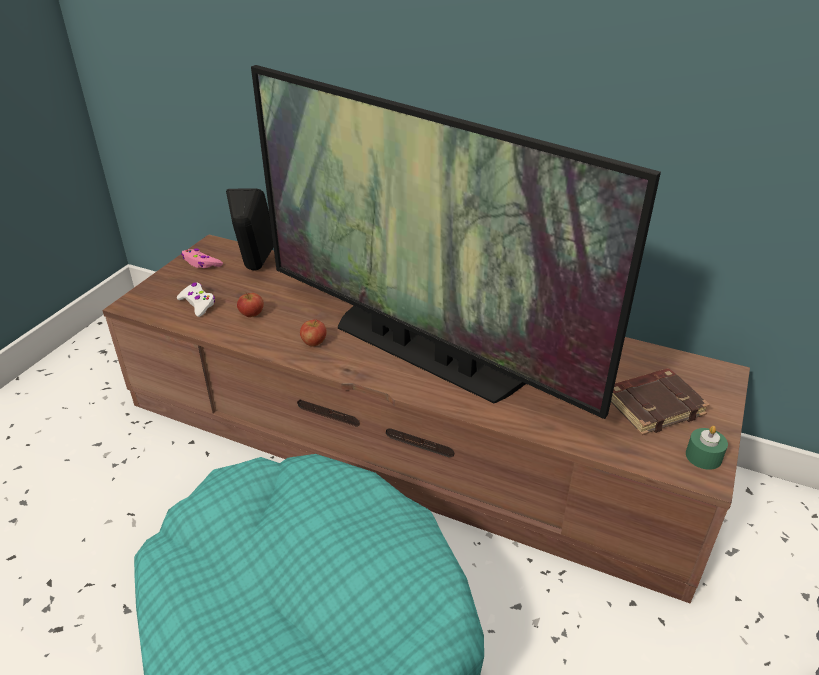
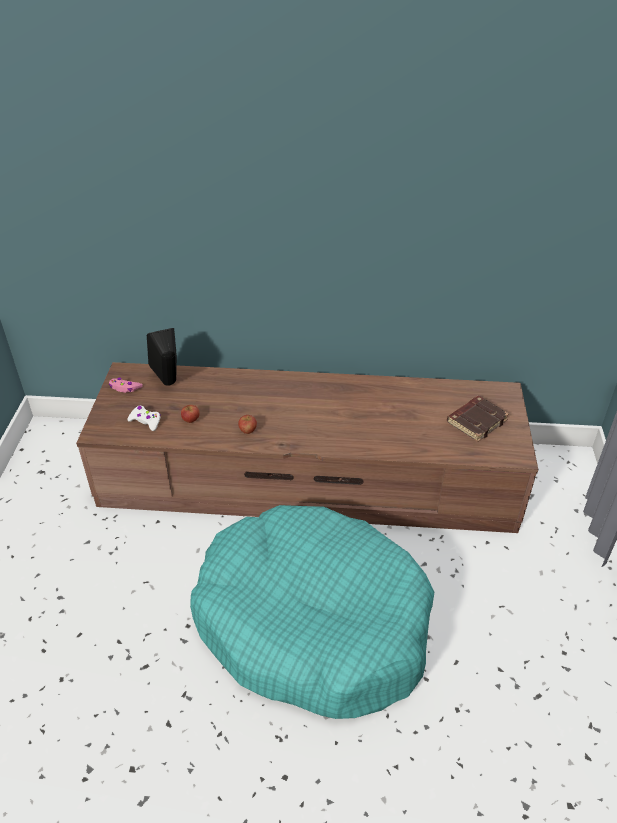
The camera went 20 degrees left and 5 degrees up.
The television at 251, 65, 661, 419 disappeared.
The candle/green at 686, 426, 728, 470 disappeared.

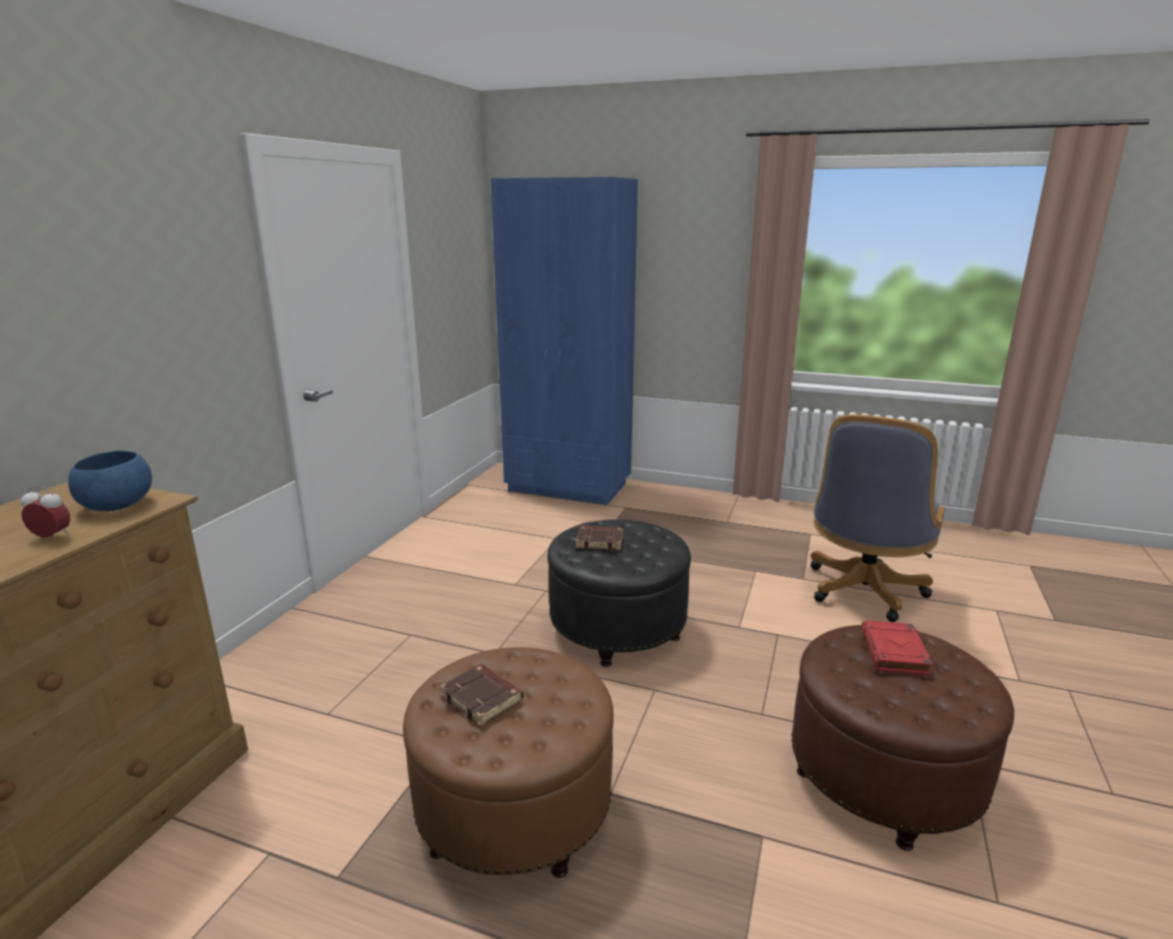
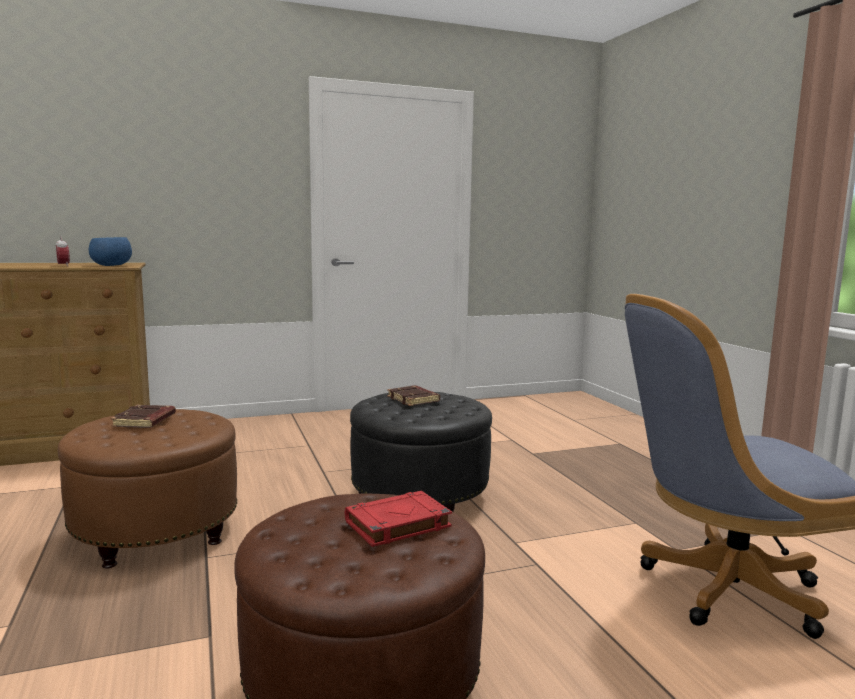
The camera went 50 degrees right and 10 degrees down.
The wardrobe/blue at 491, 177, 638, 506 disappeared.

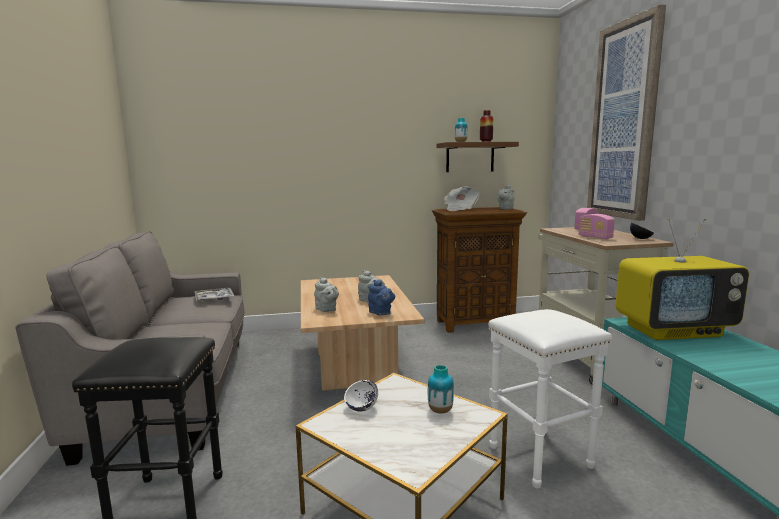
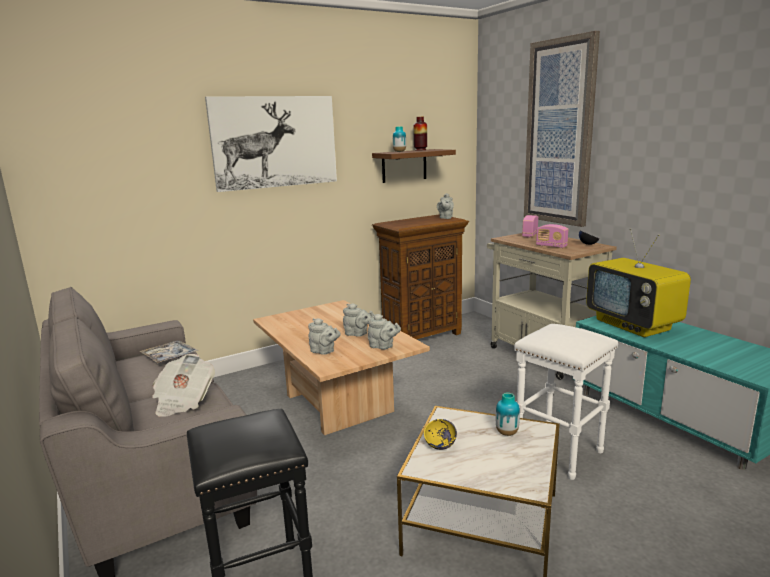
The camera went 20 degrees left and 5 degrees up.
The bowl/white at 344, 380, 378, 412 became the bowl/yellow at 424, 419, 457, 450.
The teapot/blue at 368, 280, 395, 316 became the teapot/grey at 368, 314, 401, 350.
The newspaper moved from 444, 186, 481, 211 to 152, 354, 215, 417.
The television at 615, 218, 749, 340 turned 90 degrees clockwise.
The picture at 205, 96, 337, 192 appeared.

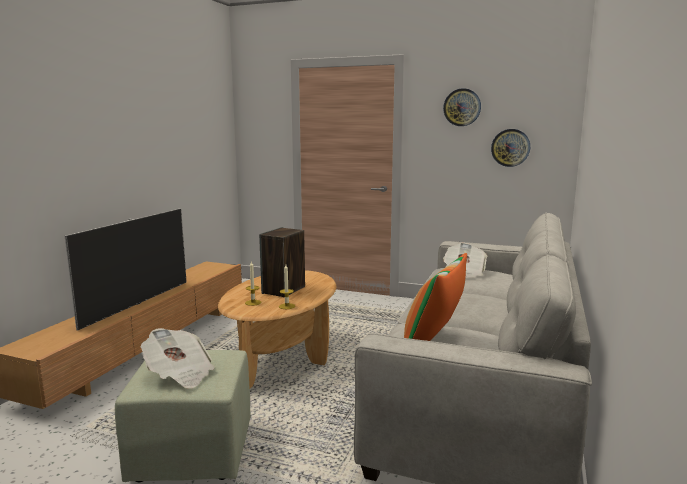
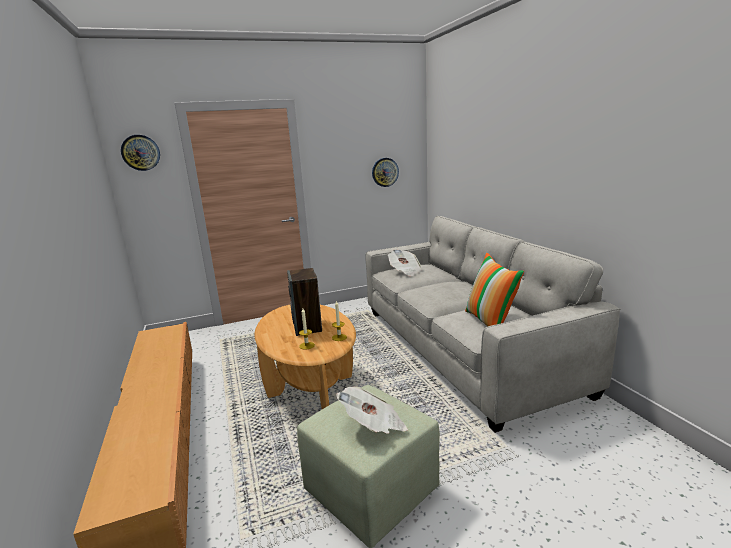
The camera went 40 degrees left and 5 degrees up.
The television at 65, 209, 187, 331 disappeared.
The wall clock moved from 443, 88, 481, 126 to 121, 135, 160, 171.

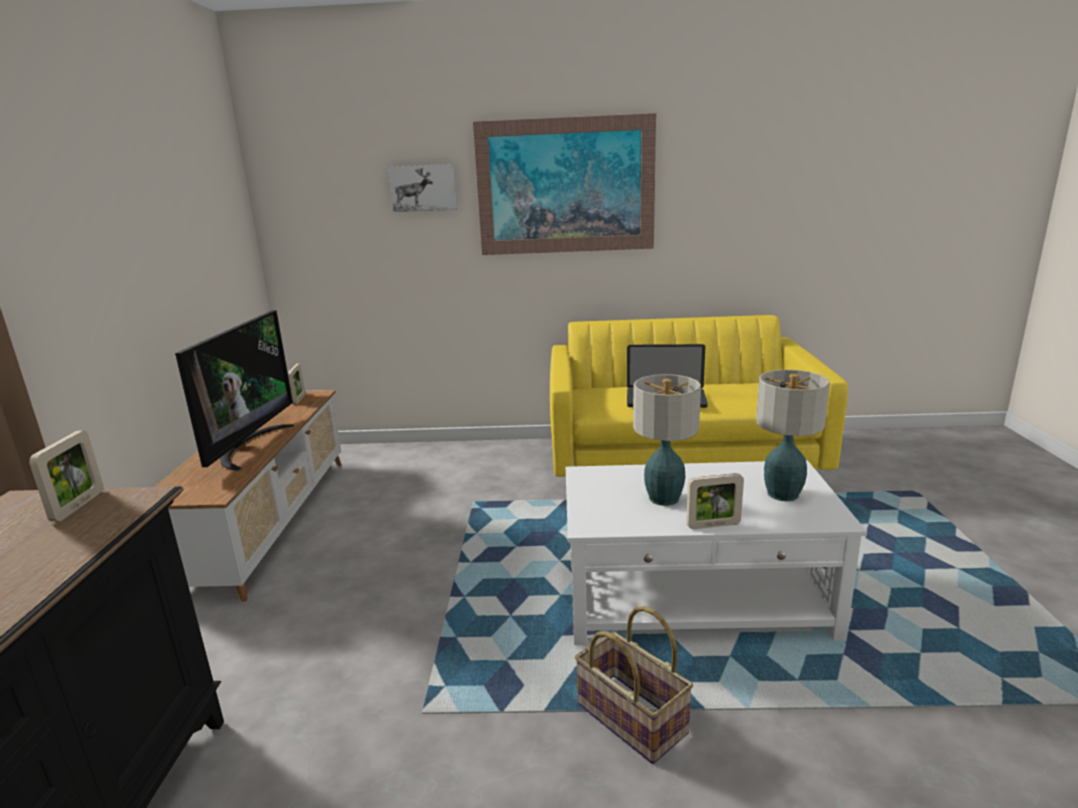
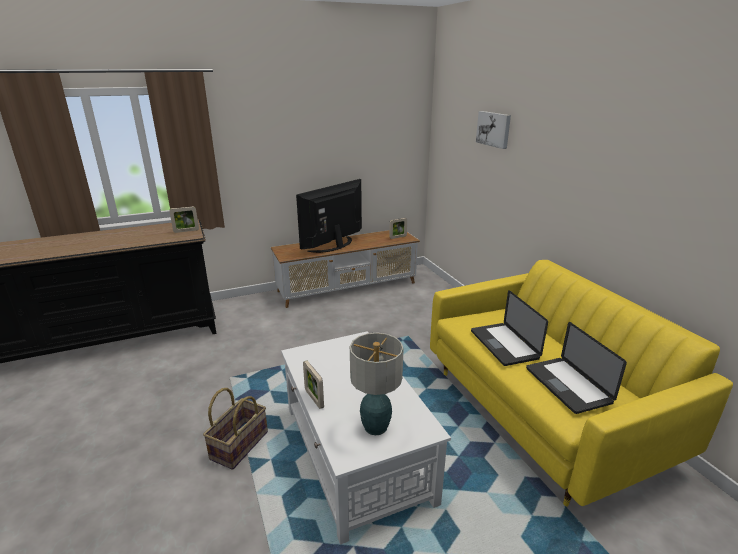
The camera went 65 degrees right and 5 degrees up.
The television at 175, 310, 294, 471 turned 150 degrees clockwise.
The picture at 473, 113, 656, 255 disappeared.
The table lamp at 633, 374, 701, 506 disappeared.
The laptop at 526, 322, 627, 414 appeared.

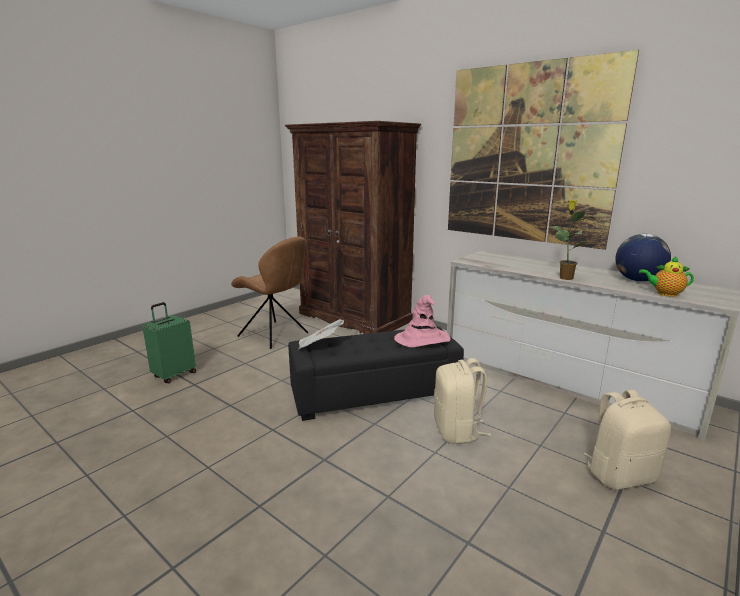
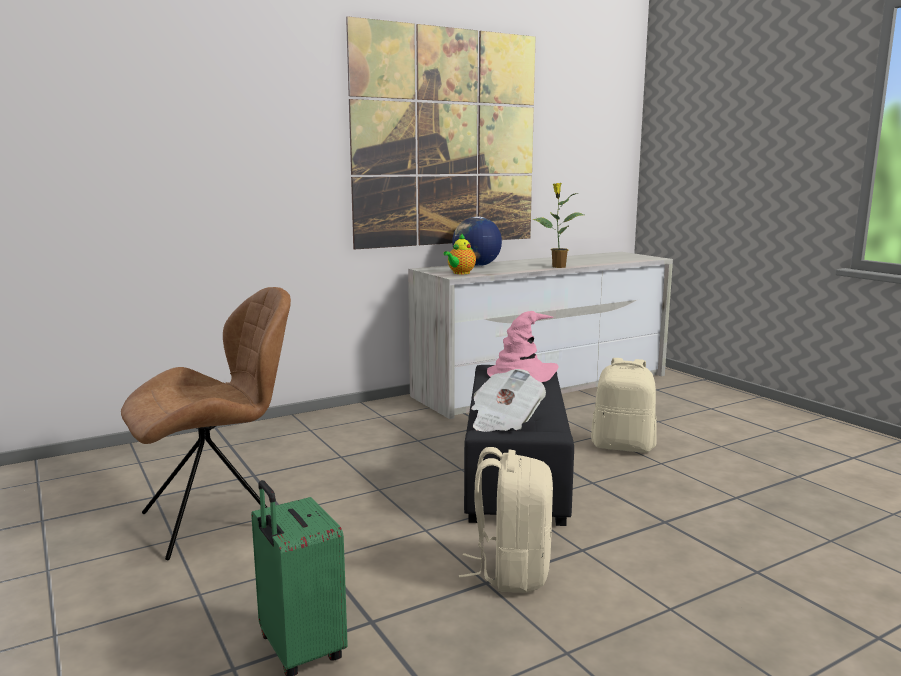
The camera went 70 degrees left and 5 degrees down.
The wardrobe/brown at 285, 121, 421, 334 disappeared.
The backpack/beige moved from 584, 389, 671, 490 to 459, 447, 553, 593.
The globe moved from 615, 234, 671, 282 to 452, 217, 502, 267.
The teapot moved from 639, 255, 694, 297 to 443, 233, 476, 274.

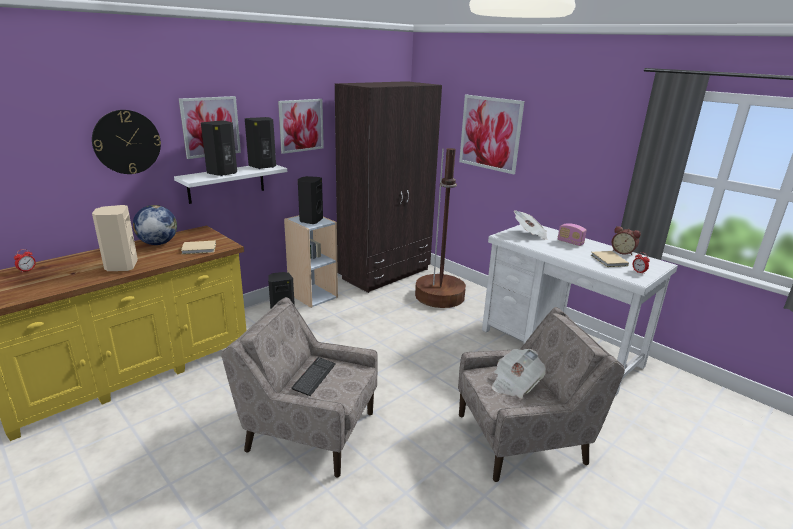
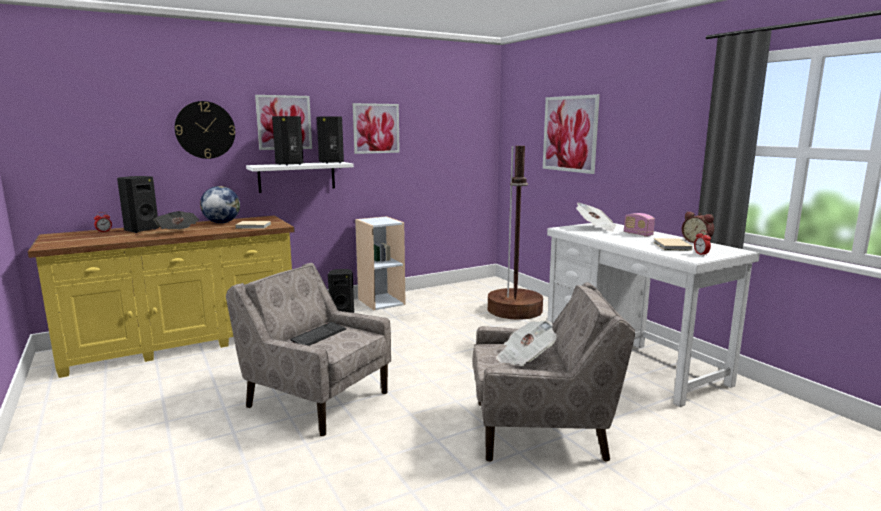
The camera went 15 degrees right and 10 degrees down.
The speaker/beige at 92, 205, 138, 271 was replaced by the newspaper at 153, 211, 199, 229.
The speaker/black moved from 298, 176, 323, 224 to 117, 176, 159, 233.
The wardrobe/brown at 335, 81, 442, 293 disappeared.

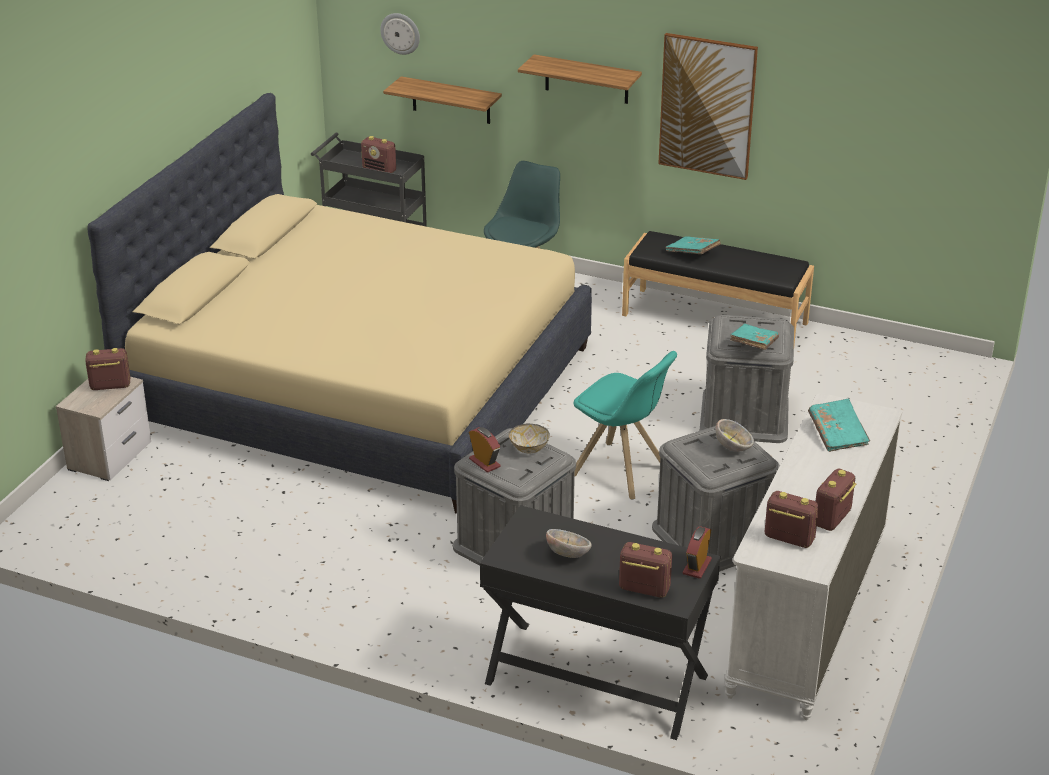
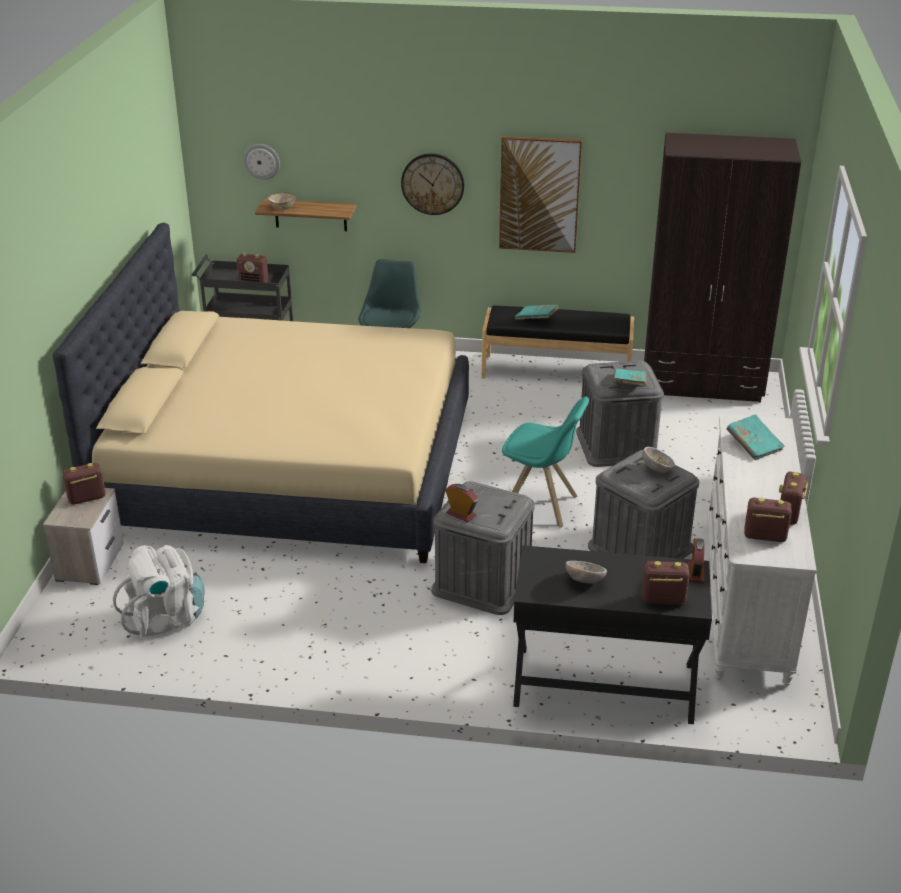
The camera went 15 degrees left and 0 degrees up.
The bowl moved from 508, 424, 550, 453 to 267, 192, 296, 210.
The shelf at 518, 54, 642, 104 was replaced by the wall clock at 401, 153, 464, 215.
The backpack/white at 113, 545, 205, 638 appeared.
The wardrobe/brown at 644, 133, 801, 403 appeared.

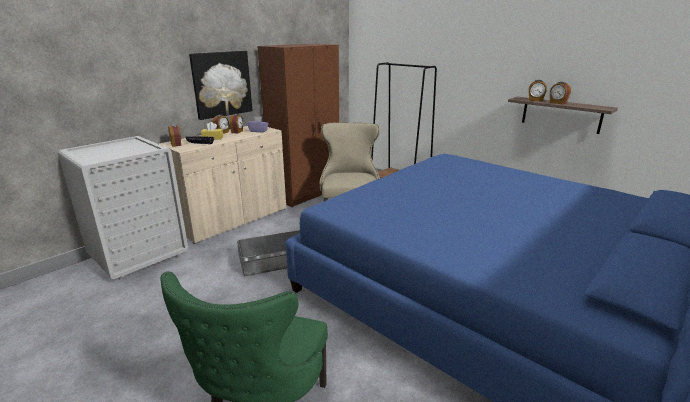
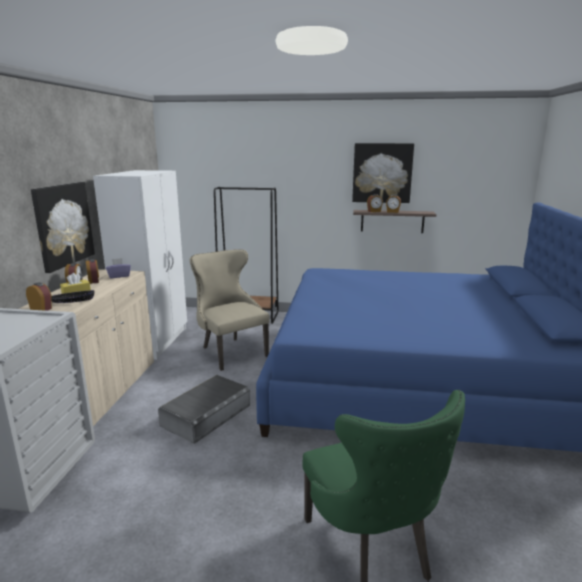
The camera went 35 degrees left and 5 degrees down.
The wardrobe/brown at 257, 44, 339, 207 became the wardrobe/white at 93, 170, 187, 360.
The picture at 352, 143, 414, 203 appeared.

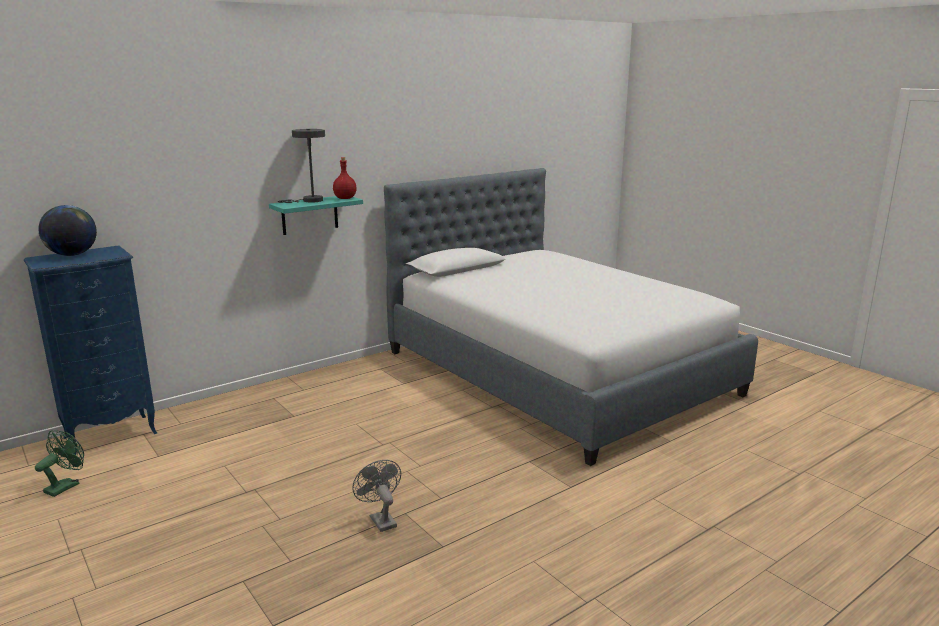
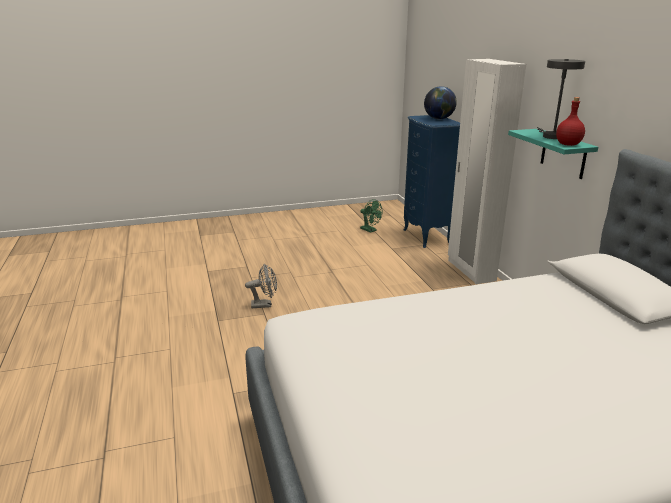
The camera went 110 degrees right and 5 degrees up.
The wardrobe/white at 448, 59, 526, 284 appeared.

